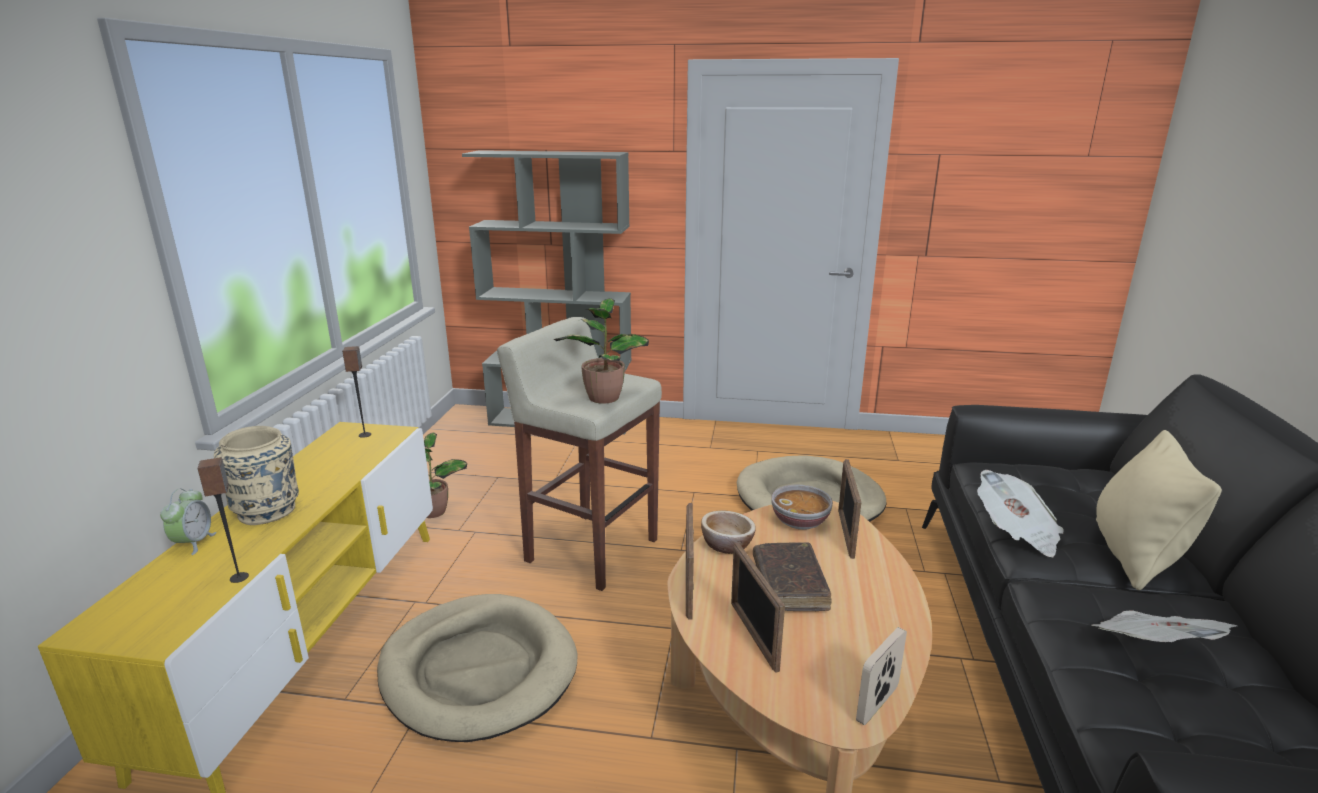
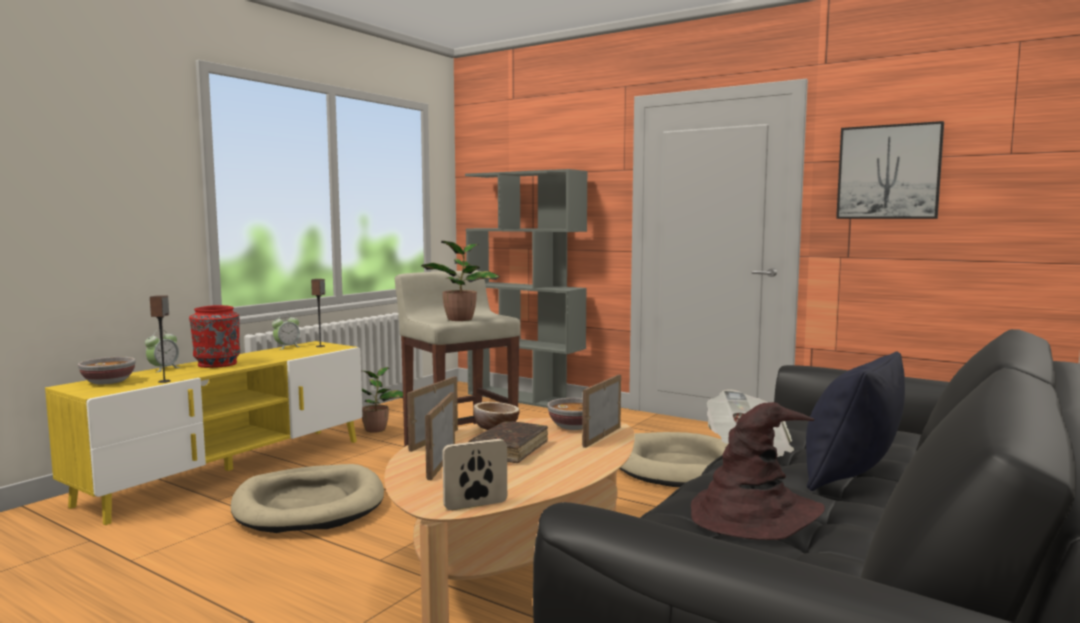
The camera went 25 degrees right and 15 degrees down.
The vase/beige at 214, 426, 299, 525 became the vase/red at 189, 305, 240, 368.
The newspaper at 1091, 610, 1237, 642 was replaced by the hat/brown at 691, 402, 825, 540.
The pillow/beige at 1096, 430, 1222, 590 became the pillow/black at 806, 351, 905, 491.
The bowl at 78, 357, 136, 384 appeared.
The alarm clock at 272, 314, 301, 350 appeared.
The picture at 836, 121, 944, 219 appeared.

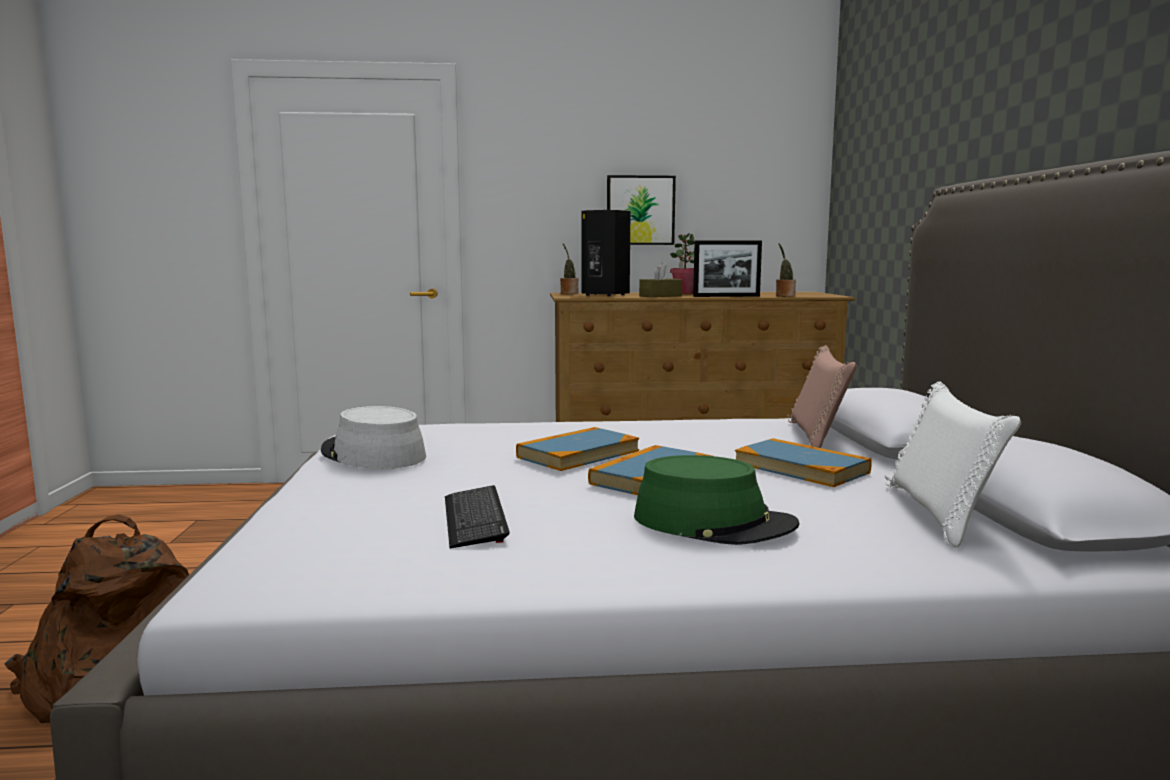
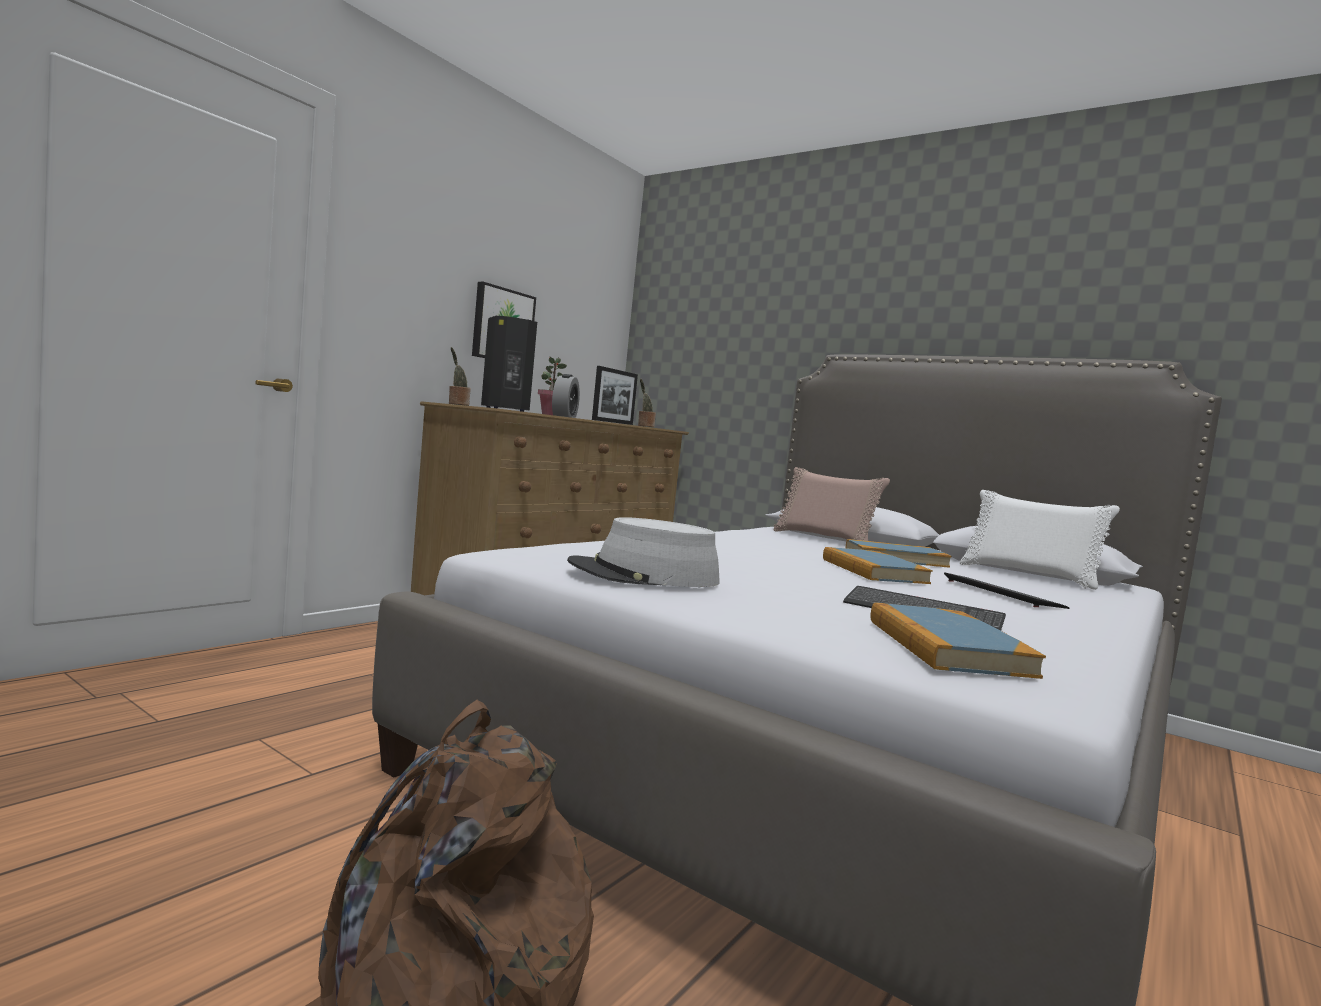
The camera went 50 degrees left and 5 degrees down.
The book moved from 516, 427, 639, 471 to 871, 602, 1046, 679.
The hat/green at 634, 455, 799, 545 was replaced by the keyboard at 944, 572, 1069, 609.
The tissue box/brown at 639, 263, 682, 297 was replaced by the alarm clock at 552, 374, 580, 418.

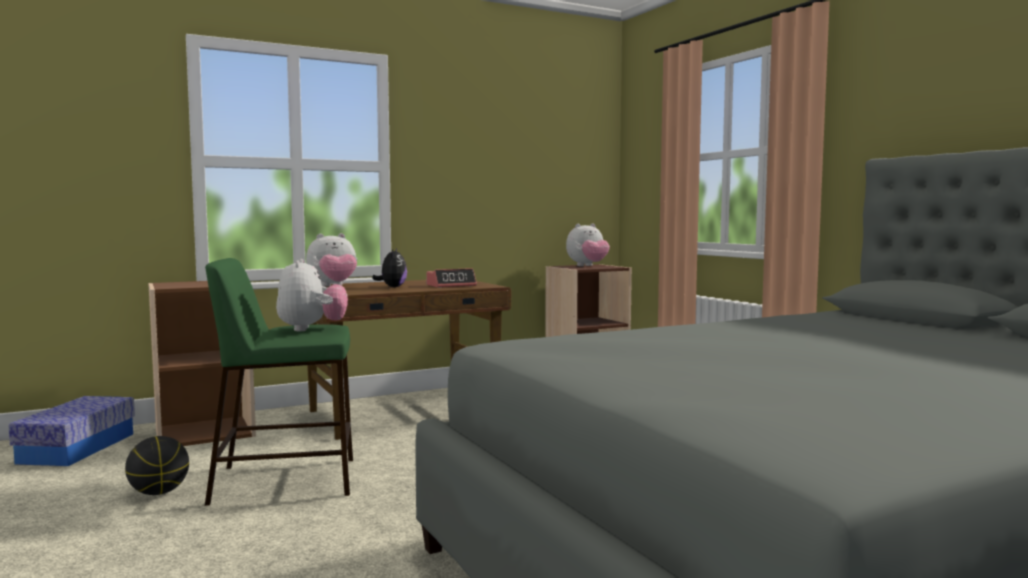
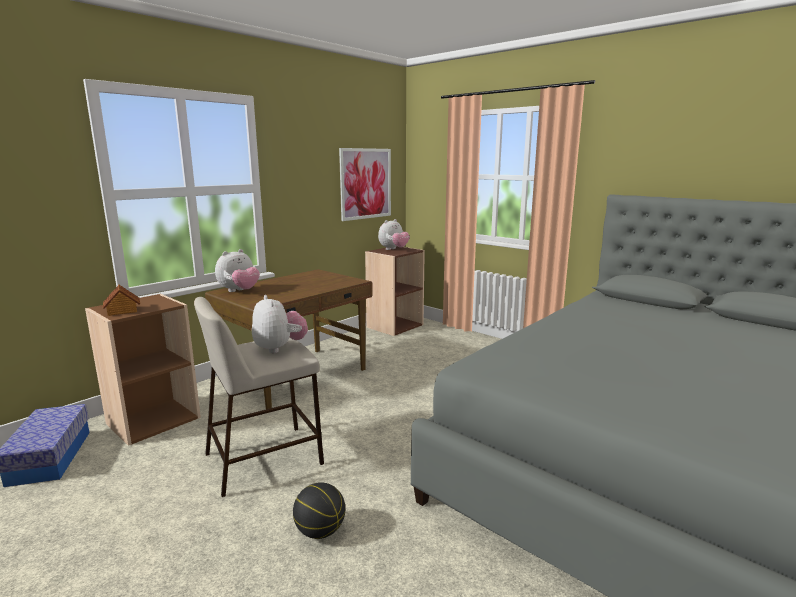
The camera went 20 degrees left and 10 degrees up.
The basketball moved from 125, 436, 189, 495 to 293, 482, 345, 539.
The stool/green at 205, 258, 353, 506 became the stool/beige at 194, 297, 324, 497.
The plush toy at 372, 249, 407, 287 disappeared.
The alarm clock at 426, 268, 477, 288 disappeared.
The toy house at 103, 285, 140, 316 appeared.
The picture at 339, 148, 391, 221 appeared.

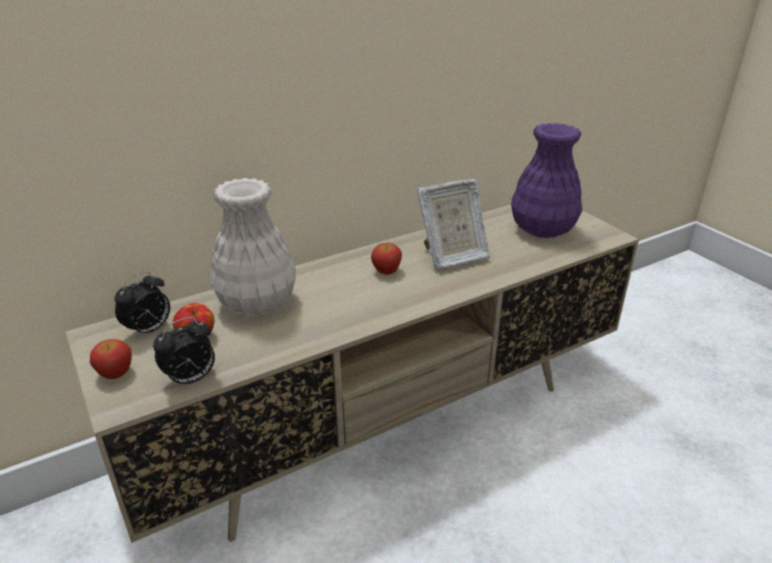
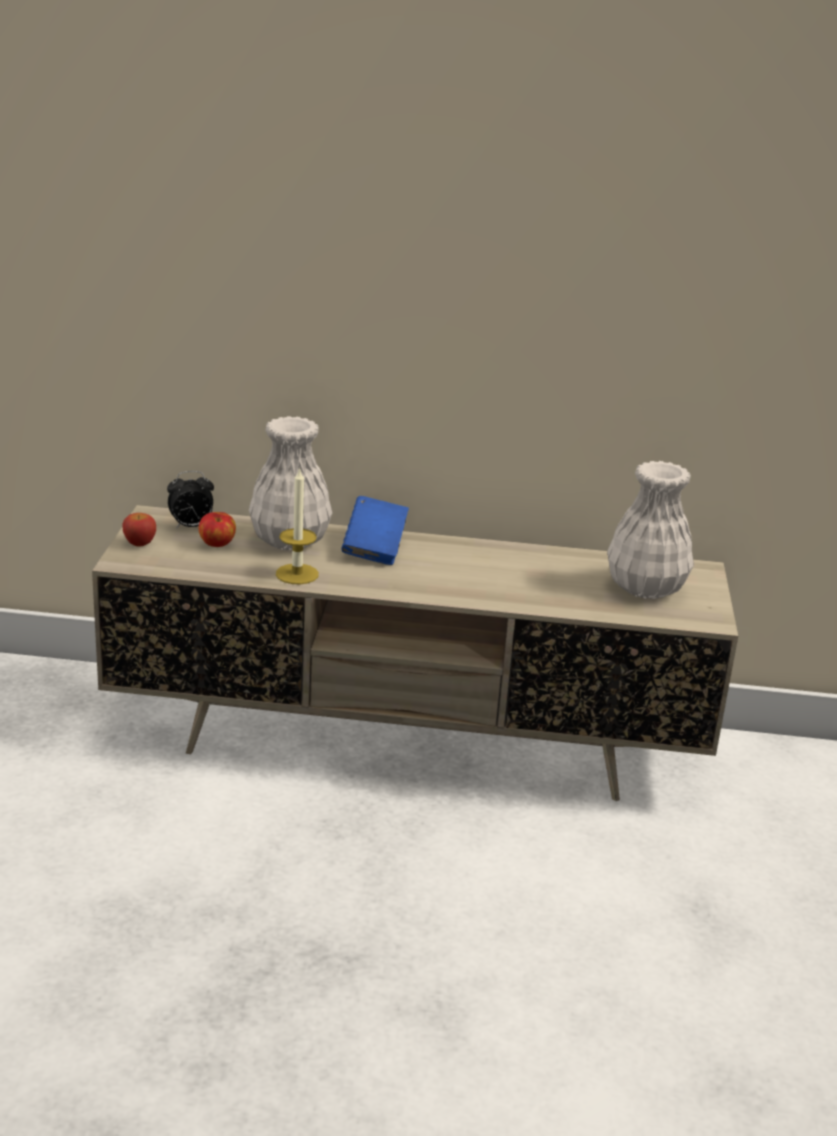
The camera went 35 degrees right and 5 degrees down.
The alarm clock at 153, 317, 215, 388 disappeared.
The apple at 371, 243, 402, 275 disappeared.
The picture frame at 417, 179, 490, 270 disappeared.
The vase/purple at 511, 123, 582, 238 became the vase/white at 607, 461, 694, 599.
The candle at 276, 468, 319, 584 appeared.
The book/blue at 341, 496, 409, 565 appeared.

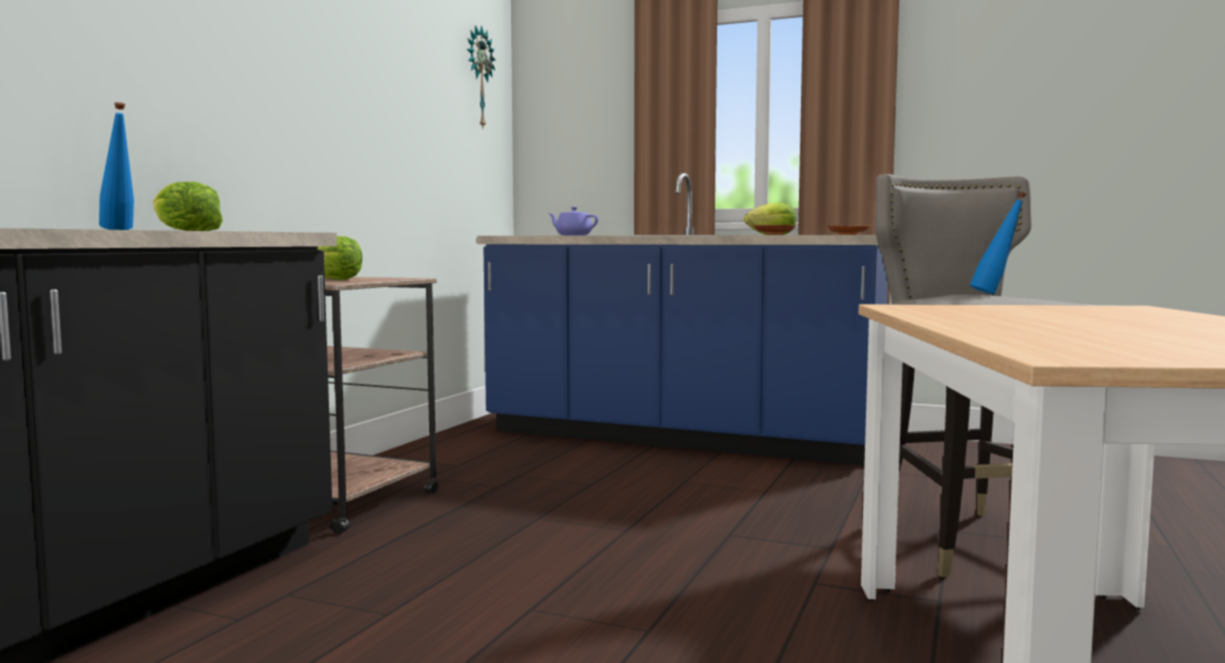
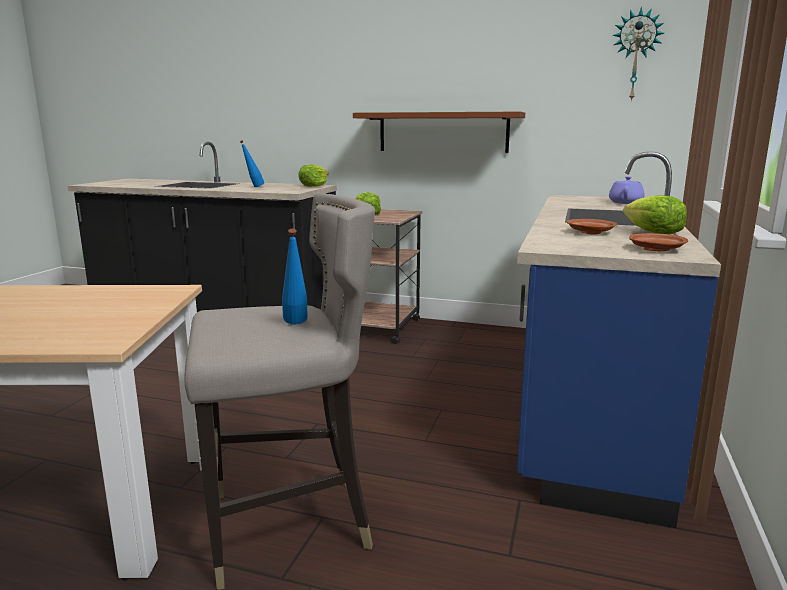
The camera went 85 degrees right and 10 degrees up.
The shelf/brown at 353, 112, 525, 153 appeared.

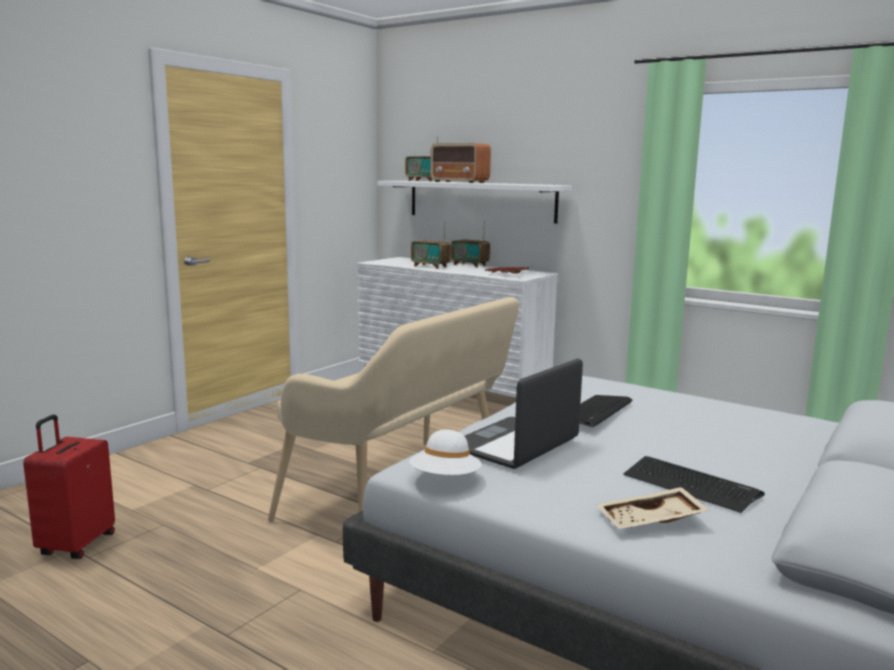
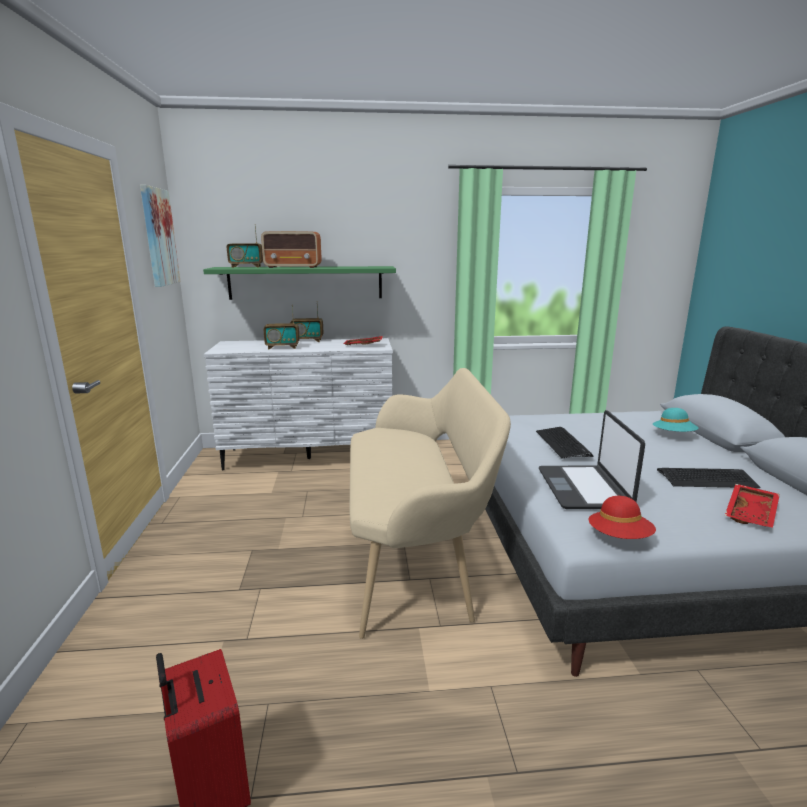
The camera went 40 degrees left and 5 degrees up.
The shelf/white at 378, 181, 572, 224 became the shelf/green at 203, 266, 396, 300.
The hat/white at 409, 430, 482, 475 became the hat/red at 589, 496, 656, 539.
The tray/beige at 597, 487, 709, 529 became the tray/red at 725, 484, 780, 528.
The picture at 140, 185, 181, 287 appeared.
The hat/turquoise at 653, 408, 699, 432 appeared.

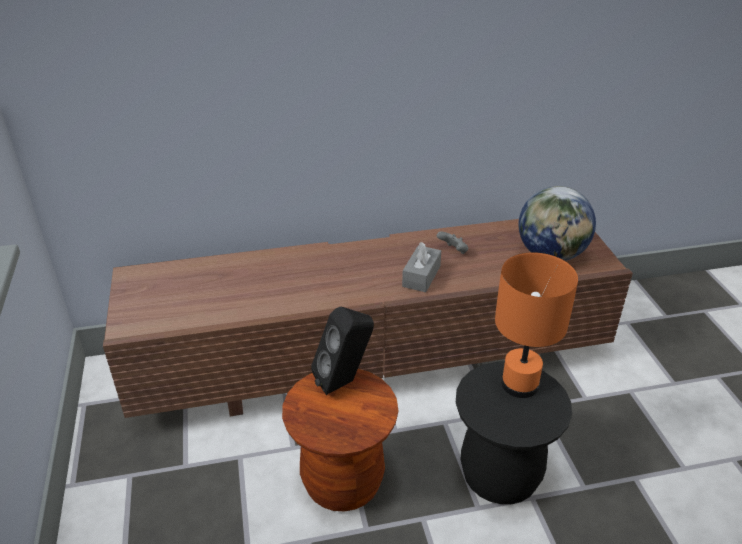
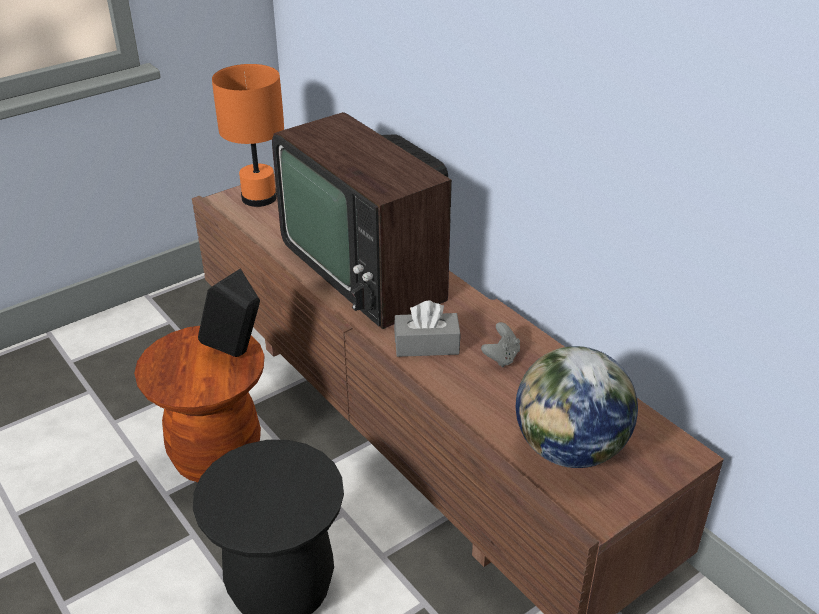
The camera went 65 degrees right and 0 degrees up.
The table lamp/orange moved from 495, 252, 578, 398 to 212, 64, 284, 207.
The television at 272, 112, 452, 329 appeared.

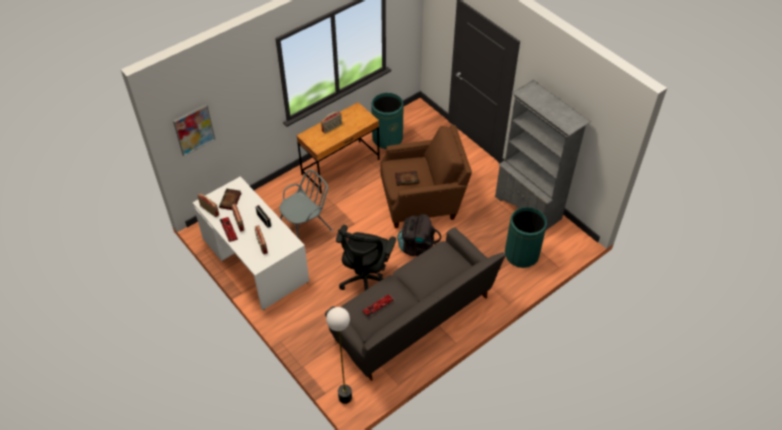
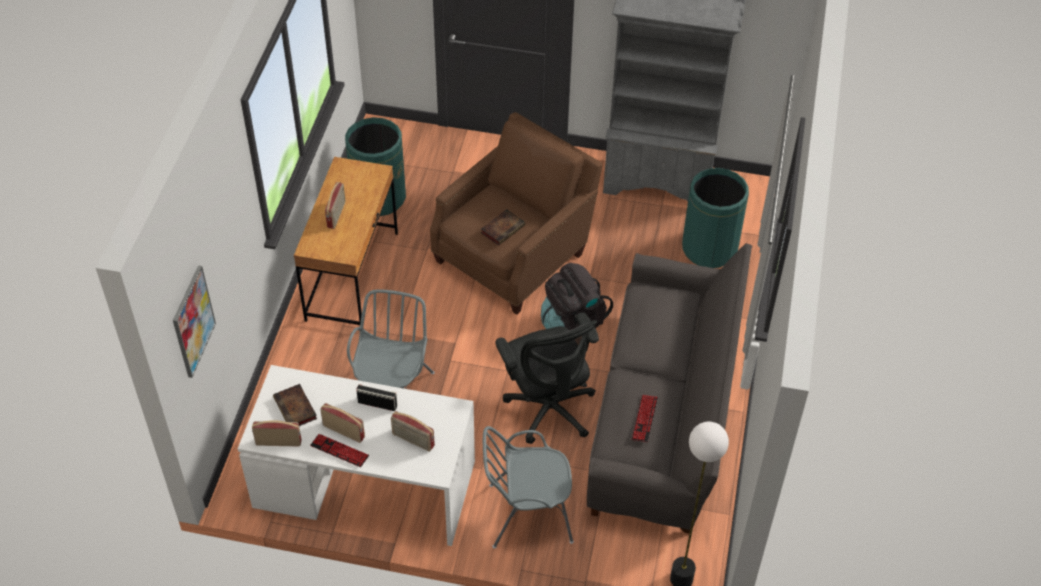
The camera went 40 degrees left and 0 degrees up.
The chair/grey at 483, 426, 574, 549 appeared.

